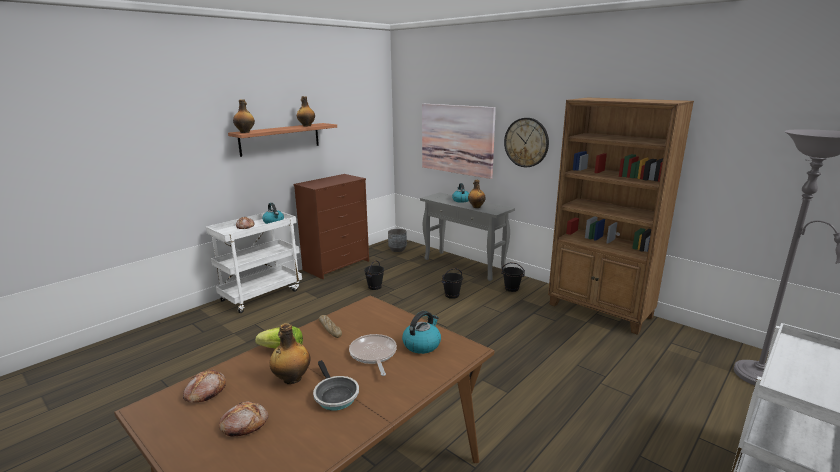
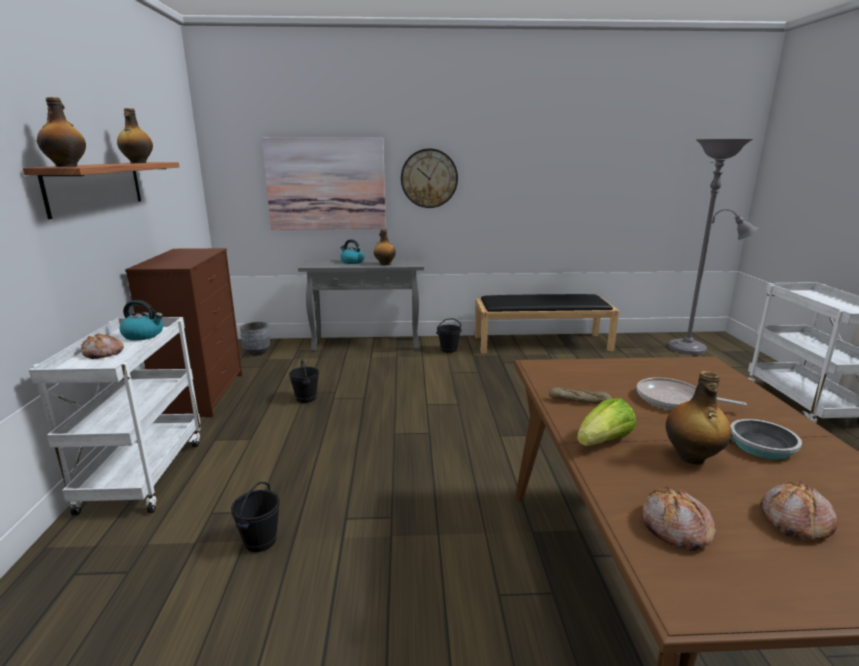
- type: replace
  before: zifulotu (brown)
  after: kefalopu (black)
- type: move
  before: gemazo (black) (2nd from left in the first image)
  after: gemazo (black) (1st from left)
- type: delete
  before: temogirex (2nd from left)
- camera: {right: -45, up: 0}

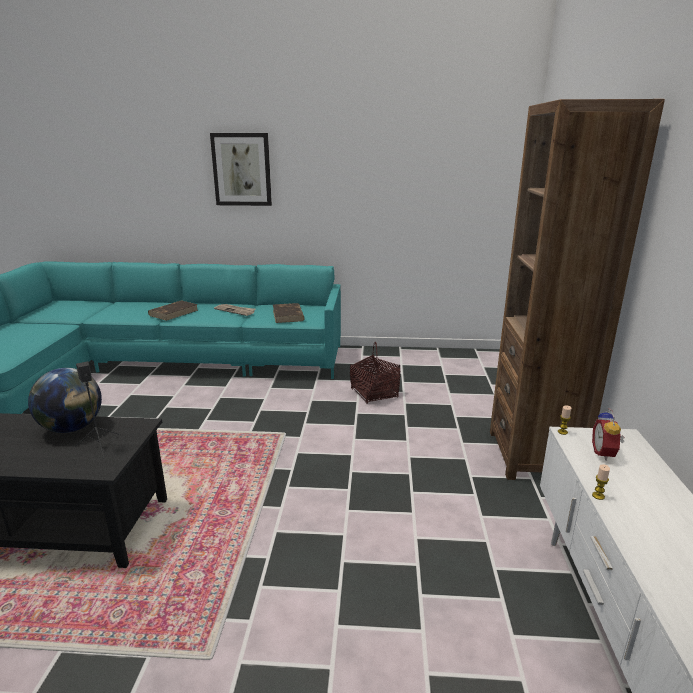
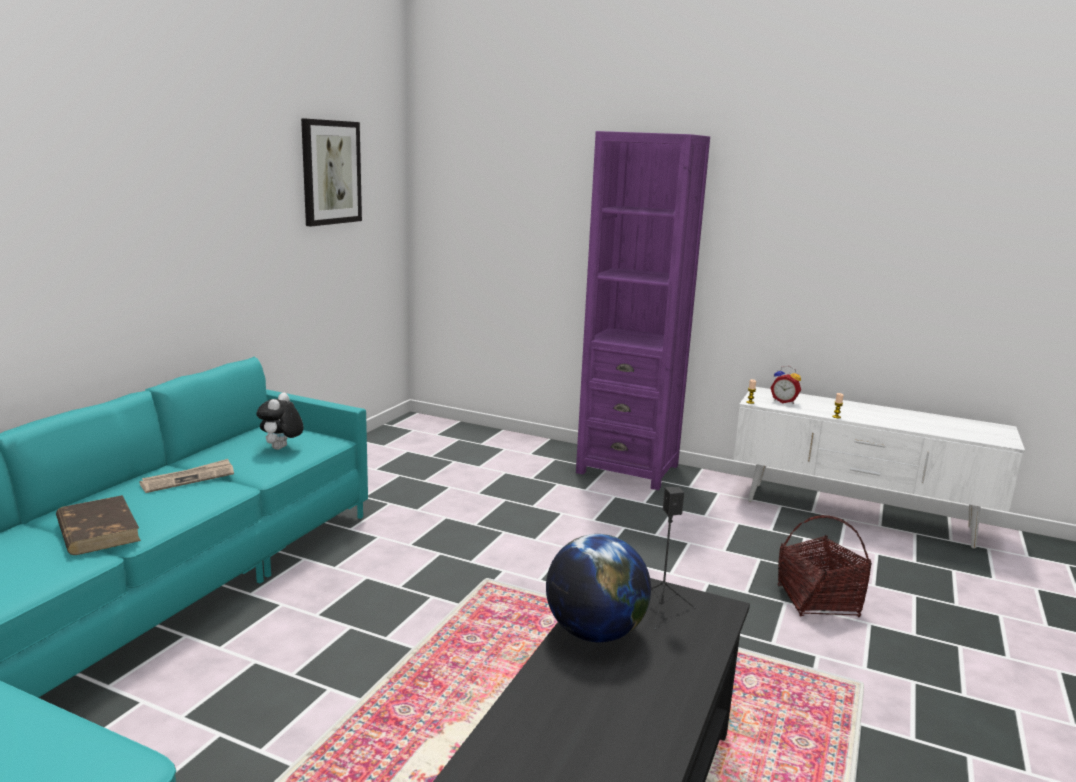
- type: recolor
  before: zifulotu (brown)
  after: zifulotu (purple)
- type: move
  before: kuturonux
- type: replace
  before: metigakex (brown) (2nd from left)
  after: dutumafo
- type: move
  before: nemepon
- camera: {right: -70, up: -5}

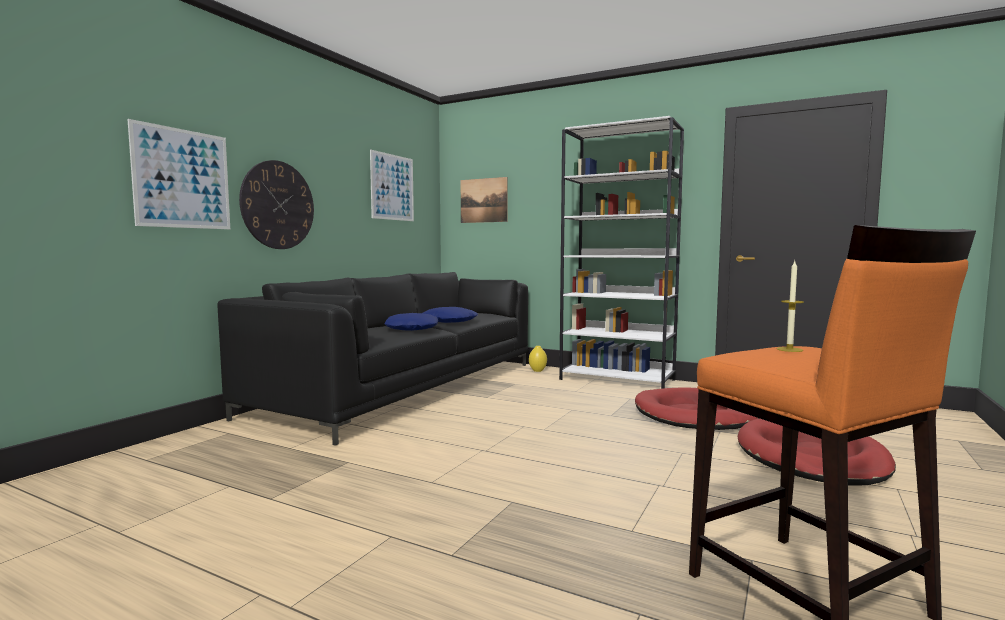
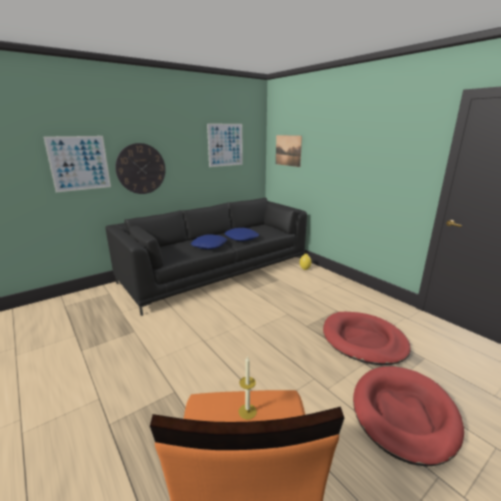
- type: delete
  before: zifulotu (white)
- camera: {right: 25, up: 15}

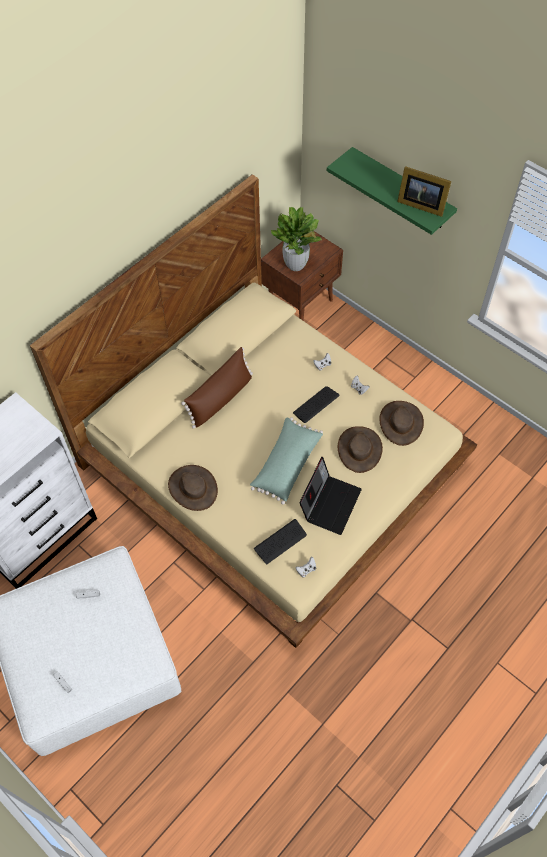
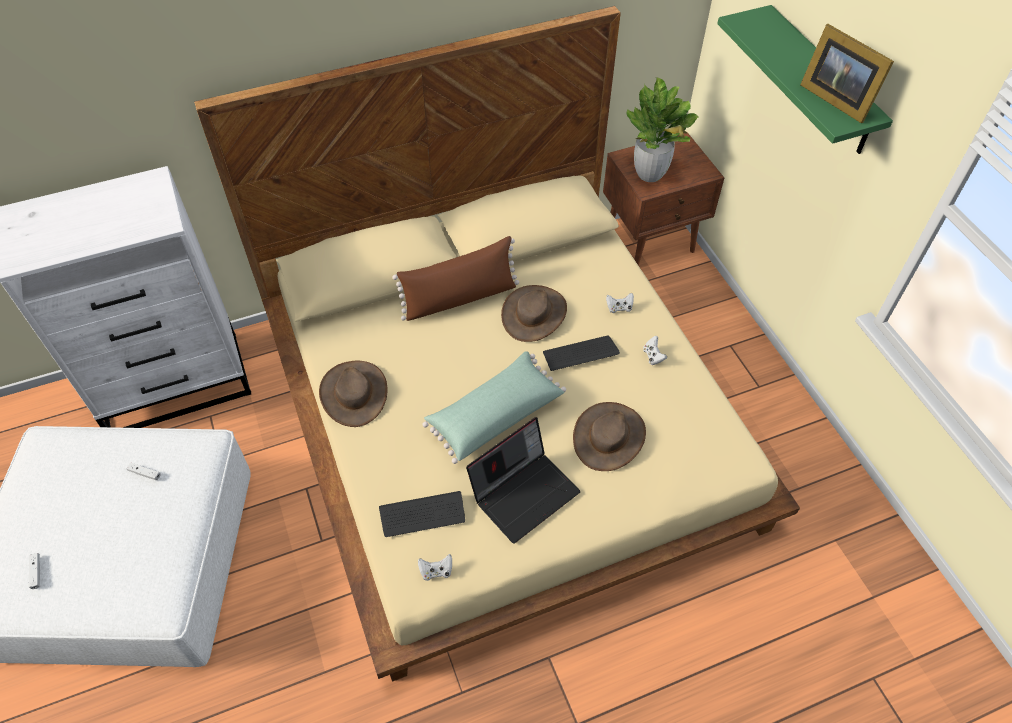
- type: move
  before: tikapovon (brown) (3rd from left in the first image)
  after: tikapovon (brown) (2nd from left)
- camera: {right: 25, up: -5}

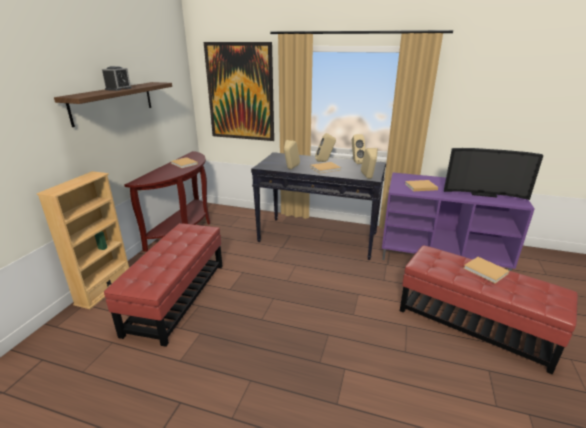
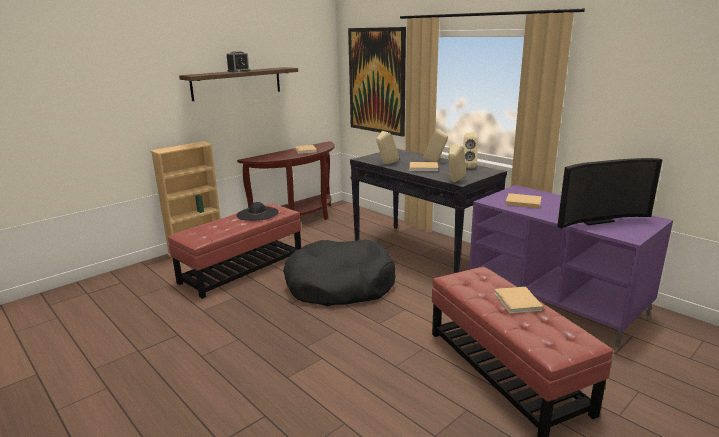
- type: rotate
  before: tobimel
  turn: -60
- type: insert
  after: tikapovon (black)
- type: insert
  after: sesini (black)
- camera: {right: 30, up: -5}

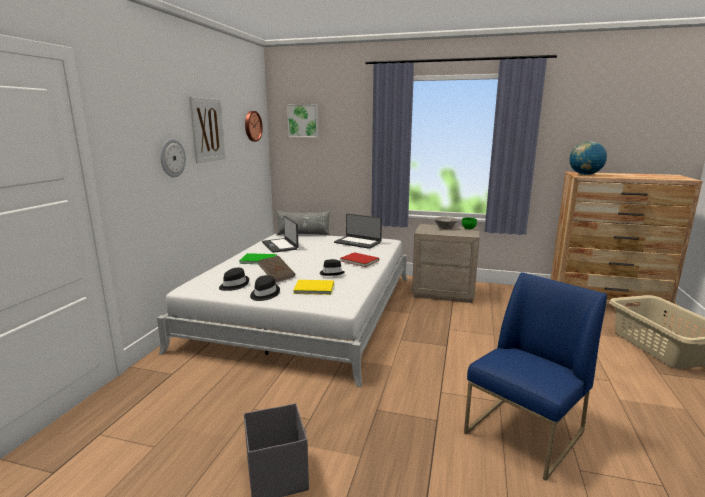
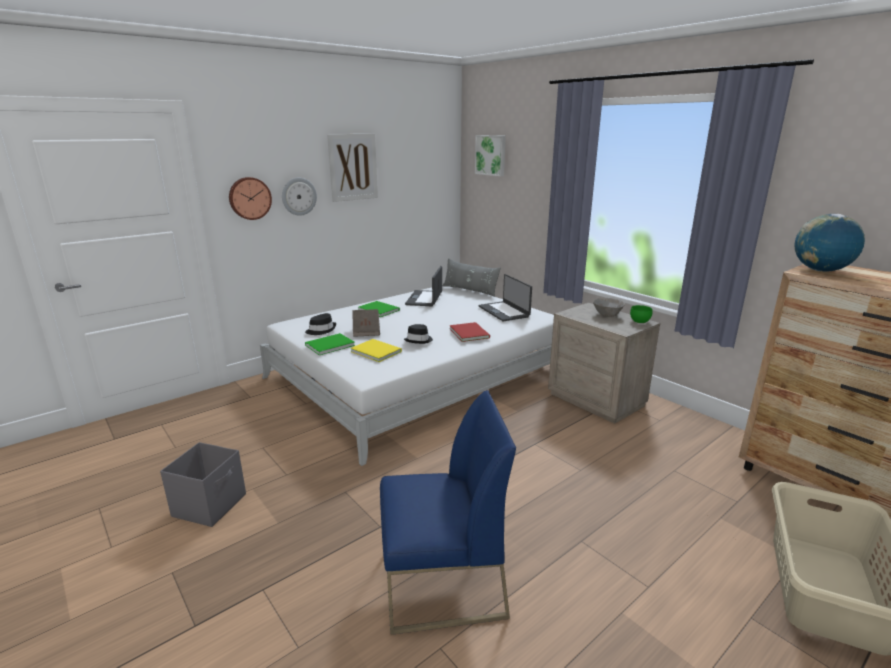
- type: move
  before: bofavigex (2nd from left in the first image)
  after: bofavigex (1st from left)
- type: replace
  before: tikapovon (black) (2nd from left)
  after: metigakex (green) (1st from left)
- camera: {right: 35, up: 5}

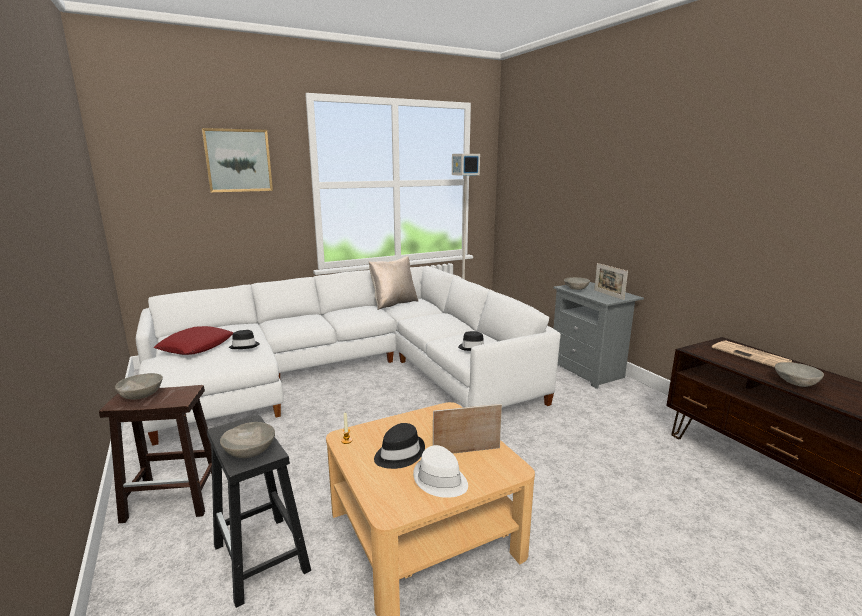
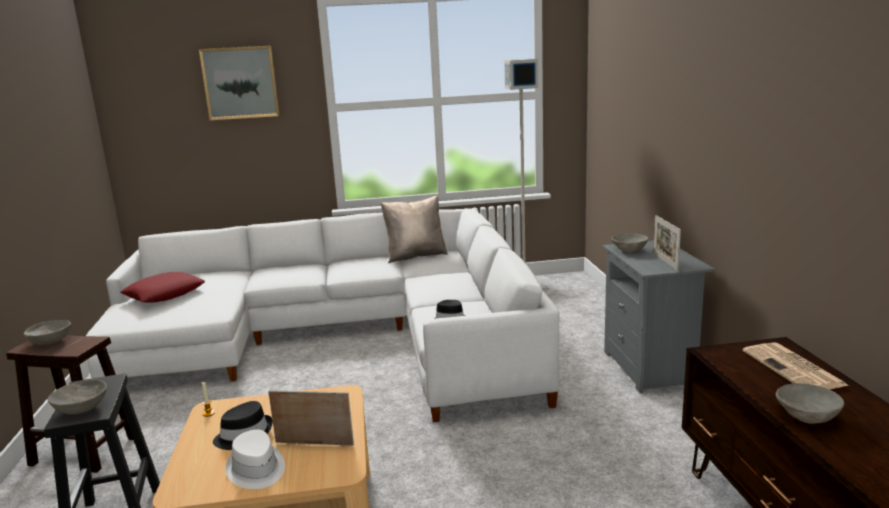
- type: delete
  before: tikapovon (black) (1st from left)
- camera: {right: 20, up: 0}

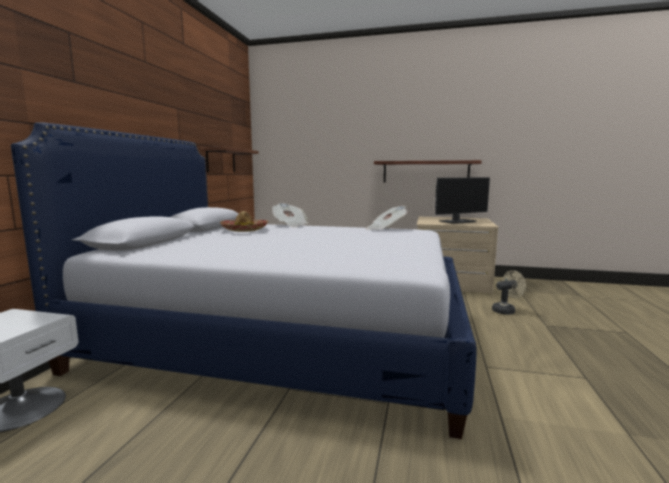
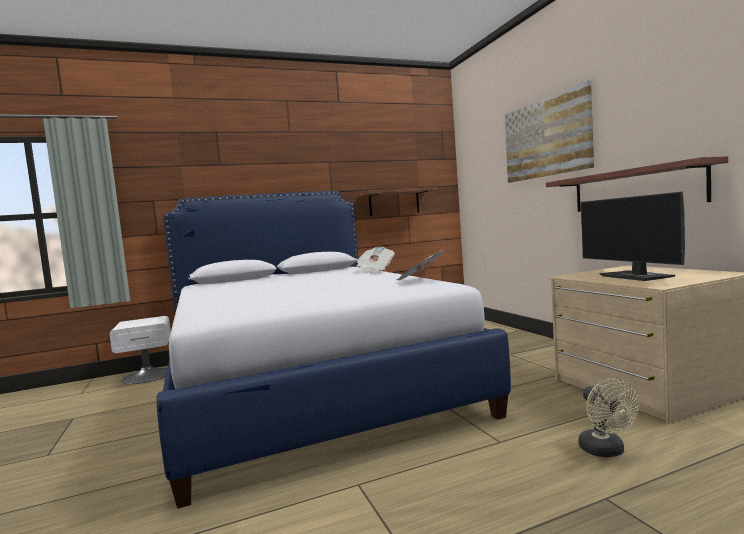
- type: rotate
  before: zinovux
  turn: 45
- type: delete
  before: tikapovon
- type: rotate
  before: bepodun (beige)
  turn: 45
- type: insert
  after: kuturonux
- camera: {right: 55, up: -5}

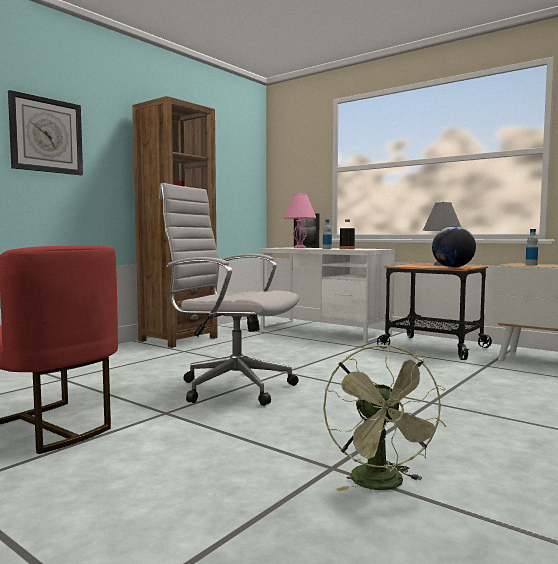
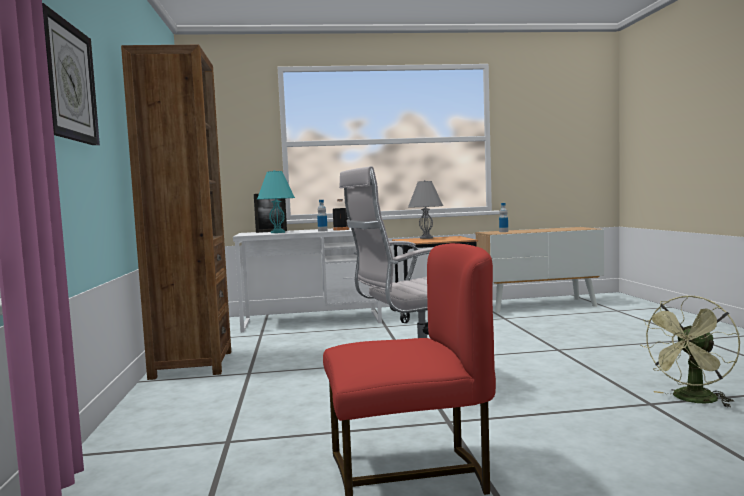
- type: recolor
  before: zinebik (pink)
  after: zinebik (turquoise)
- type: delete
  before: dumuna
- type: rotate
  before: bepodun (green)
  turn: 105
- camera: {right: -45, up: 0}

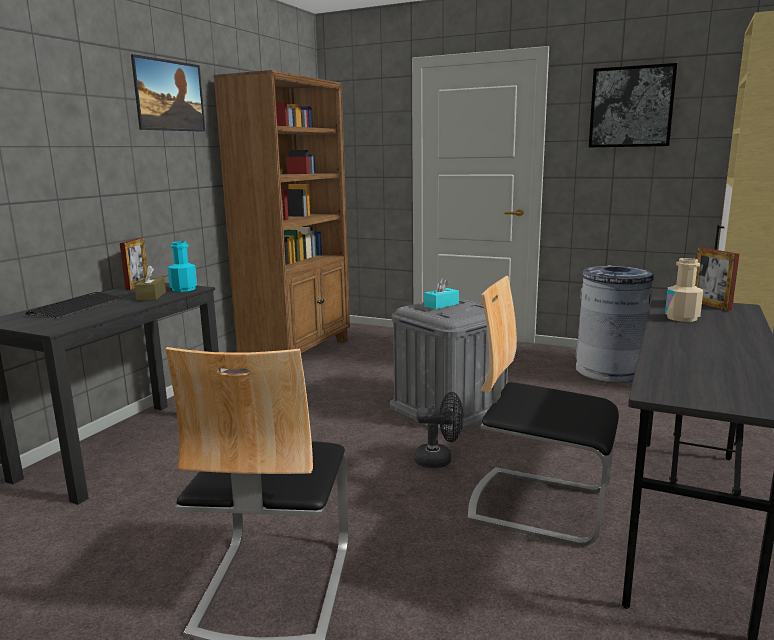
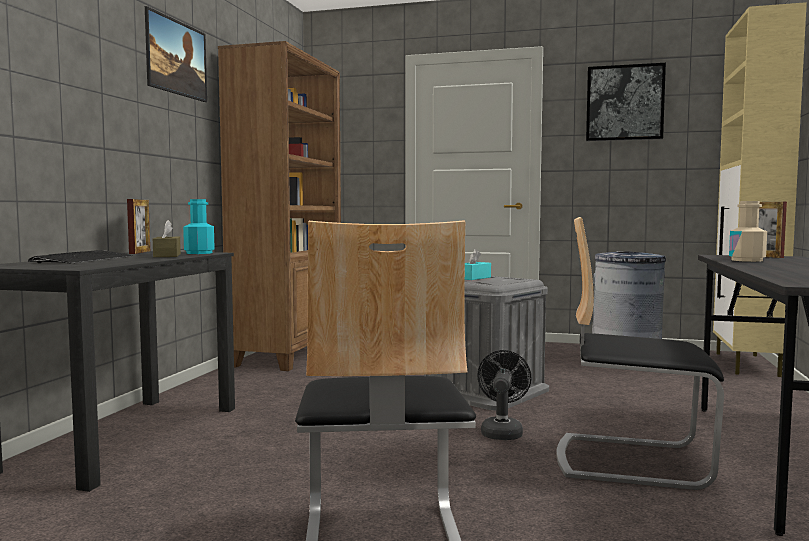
- type: rotate
  before: bepodun (black)
  turn: -75
- camera: {right: -10, up: -10}

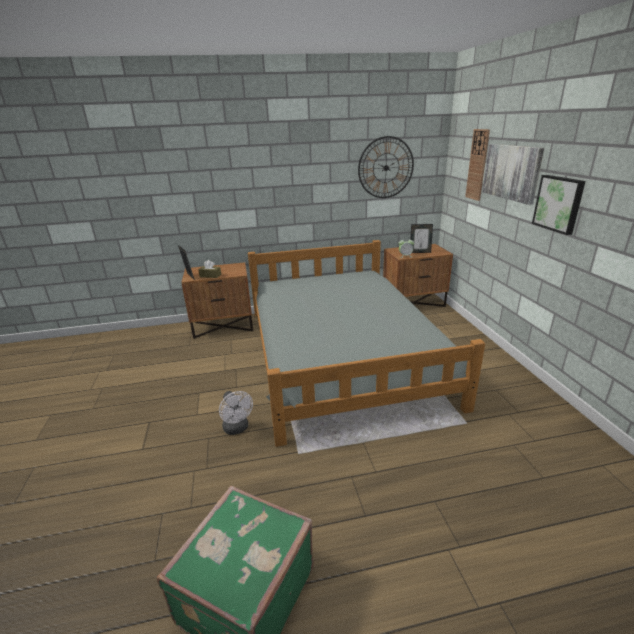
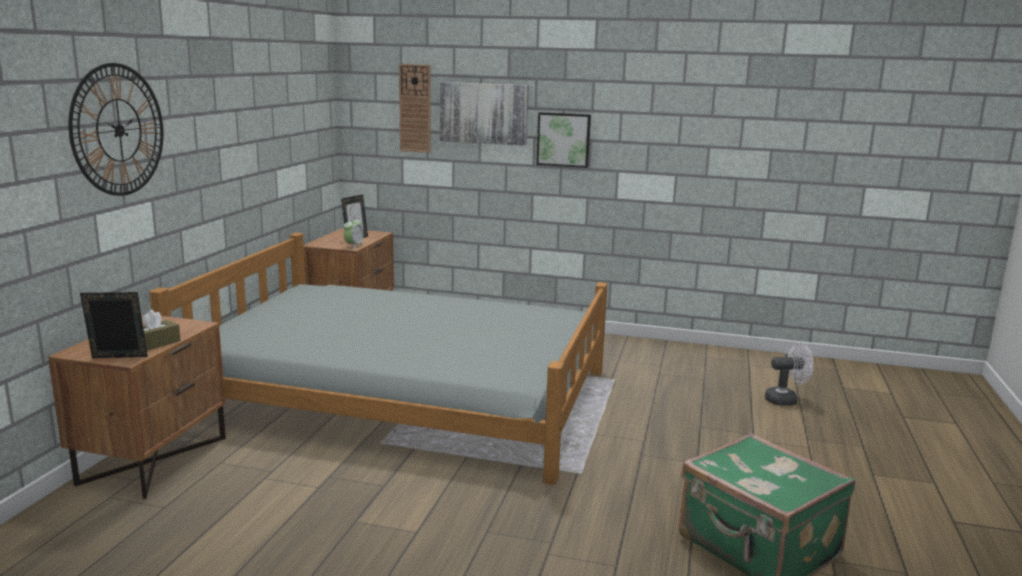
- type: move
  before: bofavigex (1st from left)
- type: move
  before: bepodun (white)
- camera: {right: -65, up: -10}

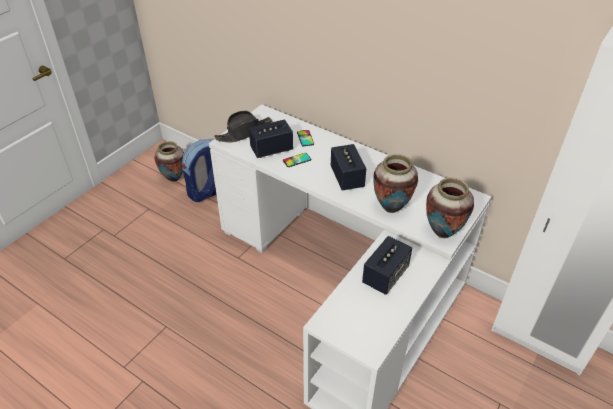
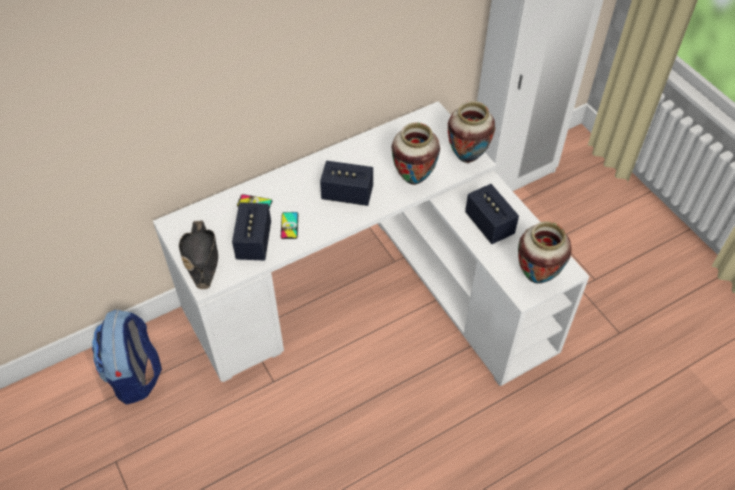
- type: move
  before: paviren (1st from left in the first image)
  after: paviren (3rd from left)
- camera: {right: -65, up: 10}

